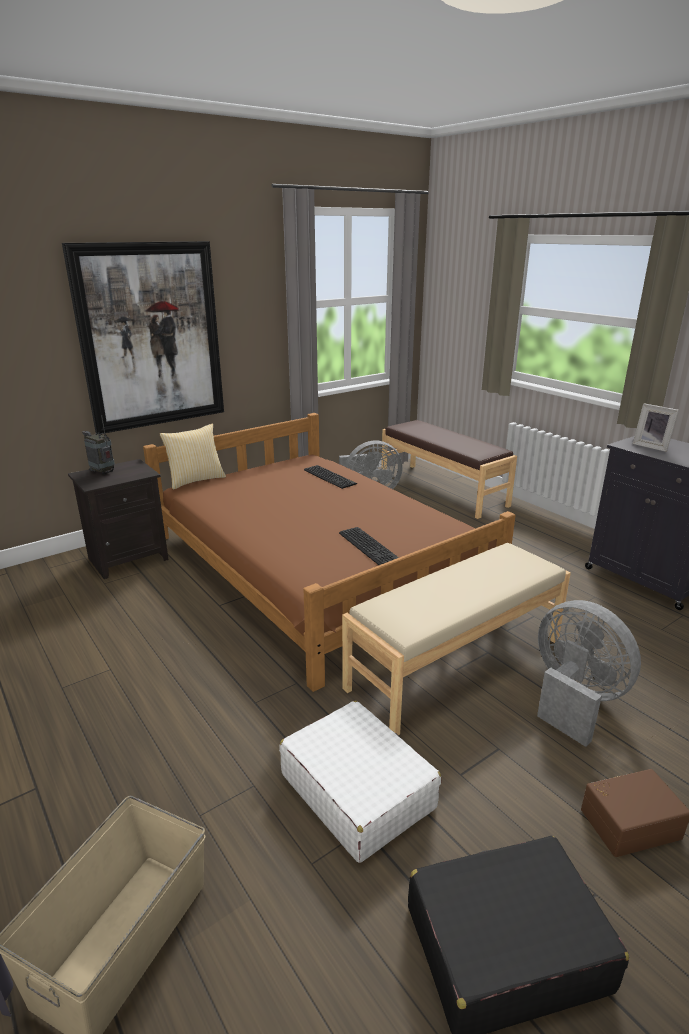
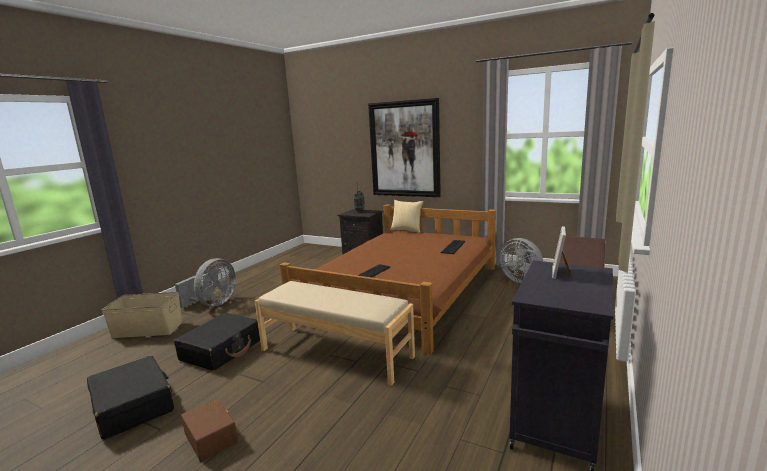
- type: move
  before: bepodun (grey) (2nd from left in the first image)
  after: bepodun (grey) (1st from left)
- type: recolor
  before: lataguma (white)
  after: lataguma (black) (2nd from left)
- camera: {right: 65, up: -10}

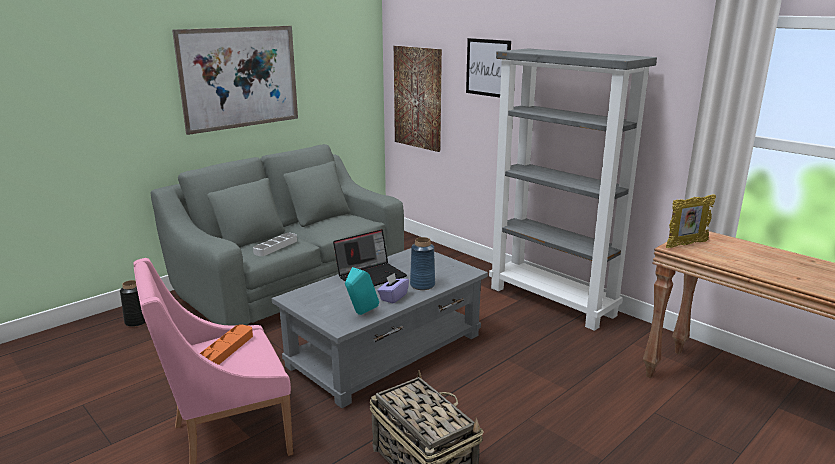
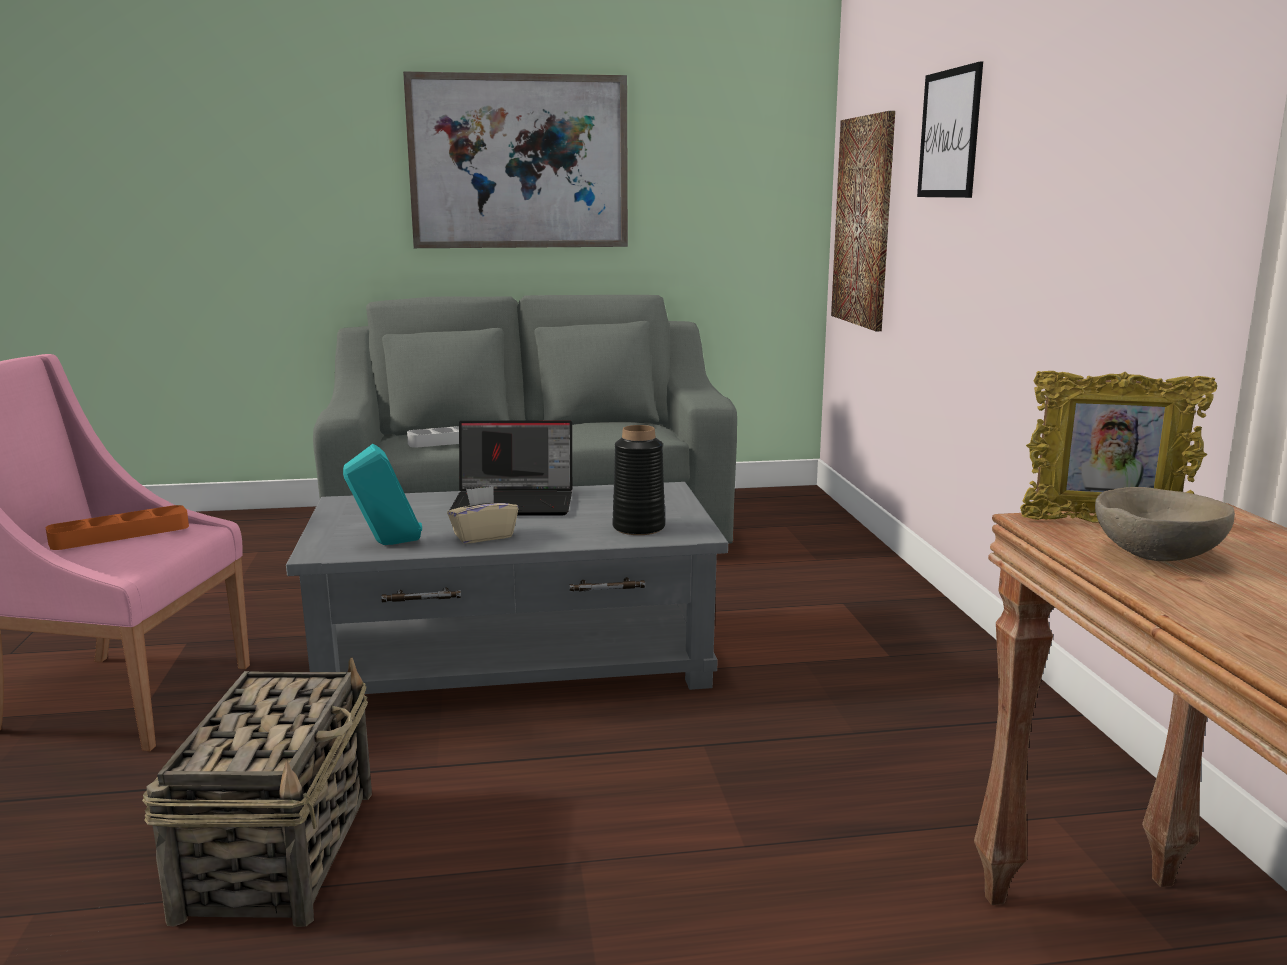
- type: delete
  before: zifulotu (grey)
- type: delete
  before: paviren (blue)
- type: recolor
  before: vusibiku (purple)
  after: vusibiku (beige)
- type: move
  before: paviren (black)
- type: insert
  after: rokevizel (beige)
- camera: {right: 35, up: -5}

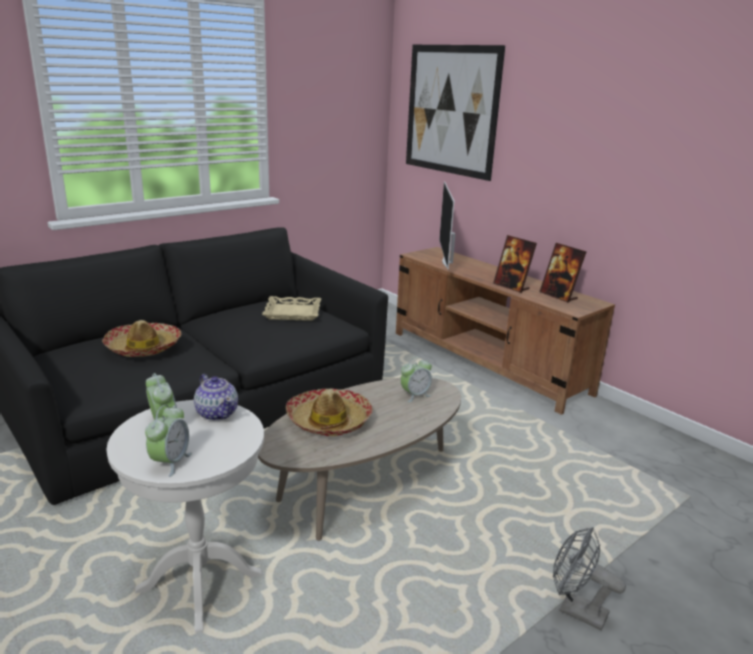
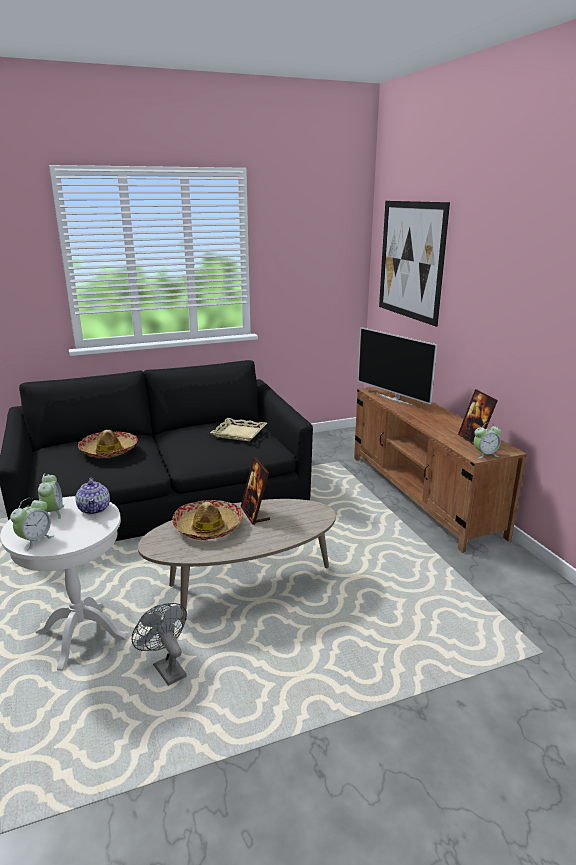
- type: rotate
  before: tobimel
  turn: -60
- type: move
  before: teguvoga (1st from left)
- type: move
  before: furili (3rd from left)
- type: move
  before: bepodun (grey)
- camera: {right: 20, up: 0}

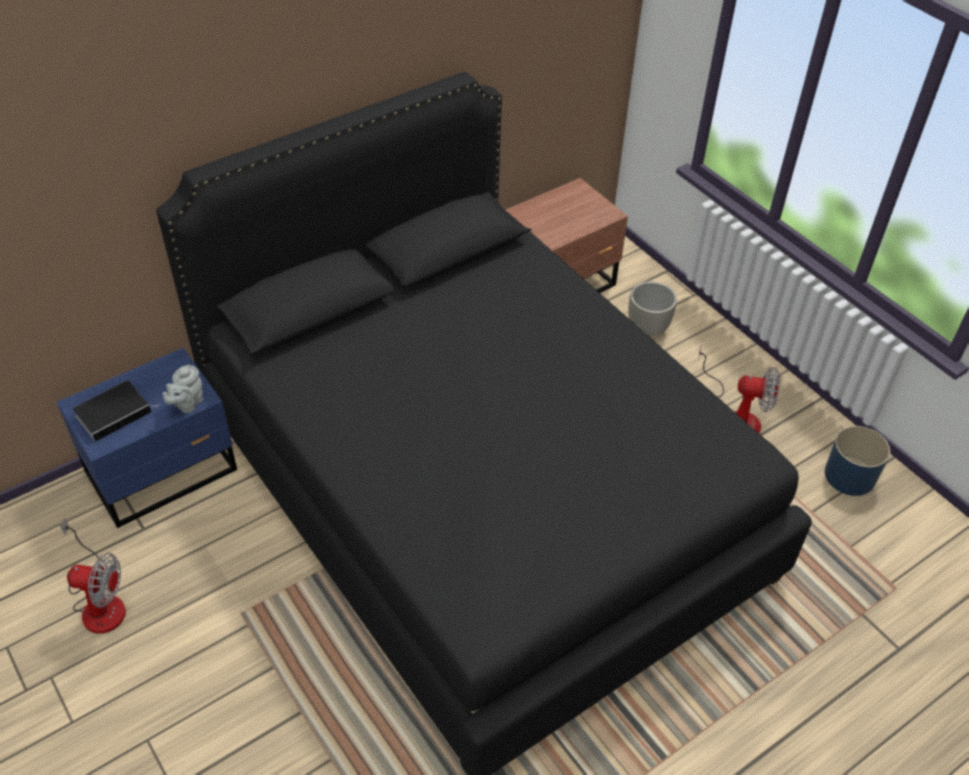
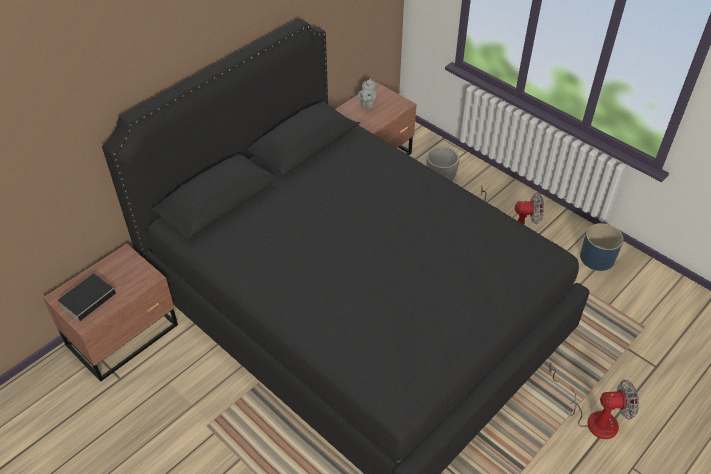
- type: recolor
  before: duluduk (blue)
  after: duluduk (brown) (1st from left)
- type: move
  before: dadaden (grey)
- type: move
  before: bepodun (1st from left in the first image)
  after: bepodun (2nd from left)
- camera: {right: -10, up: 0}

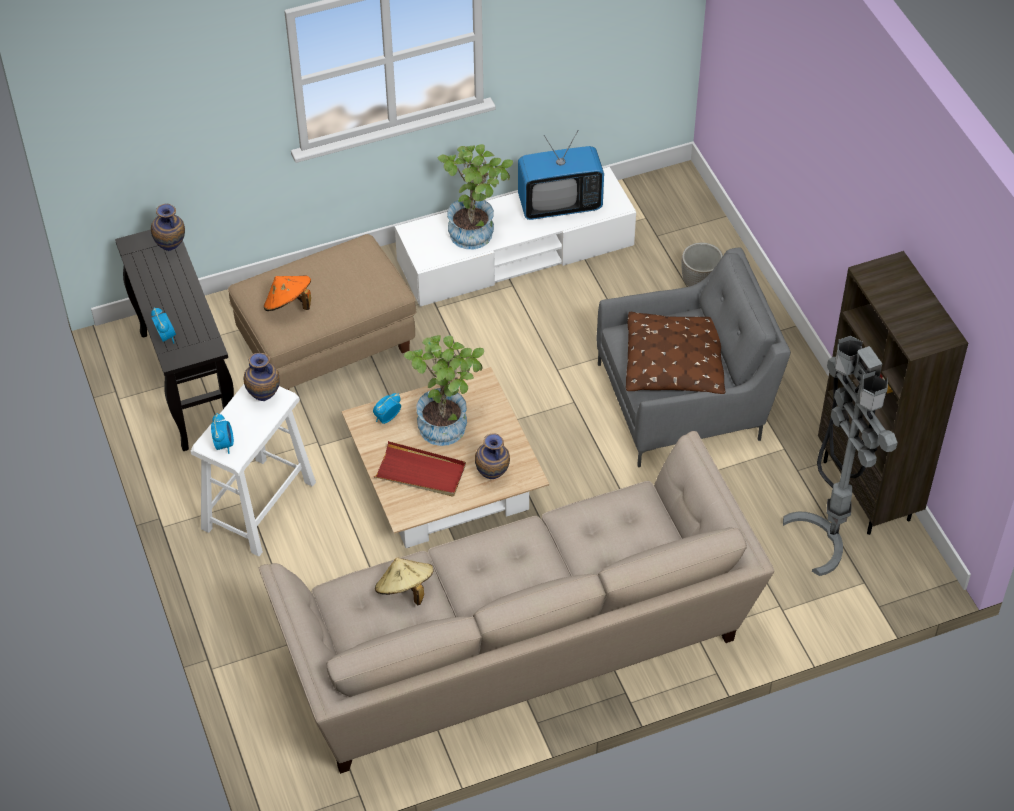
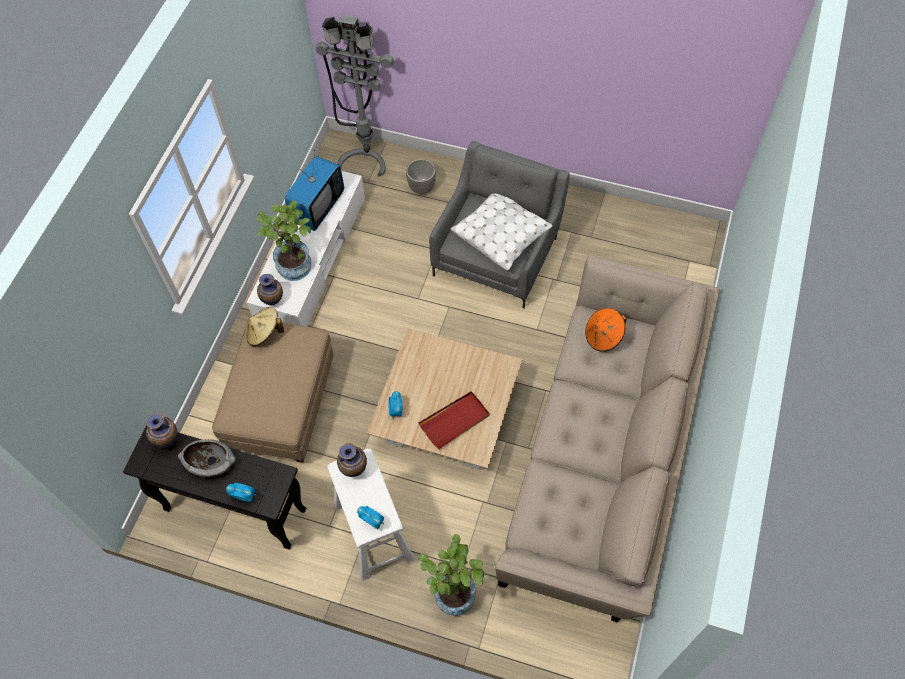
- type: delete
  before: zifulotu (brown)
- type: move
  before: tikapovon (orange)
- type: recolor
  before: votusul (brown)
  after: votusul (white)
- type: move
  before: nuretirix (1st from left in the first image)
  after: nuretirix (2nd from left)
- type: move
  before: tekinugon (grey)
- type: move
  before: paviren (3rd from left in the first image)
  after: paviren (2nd from left)
- type: move
  before: tikapovon (beige)
- type: insert
  after: rokevizel (grey)
- camera: {right: -50, up: 10}

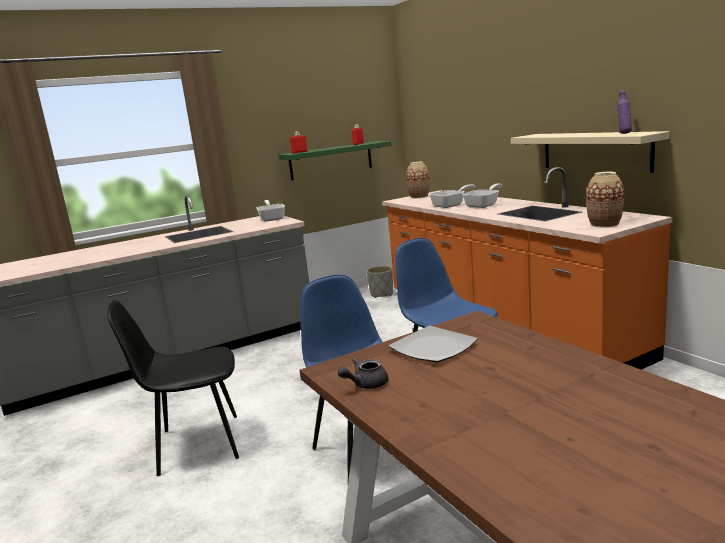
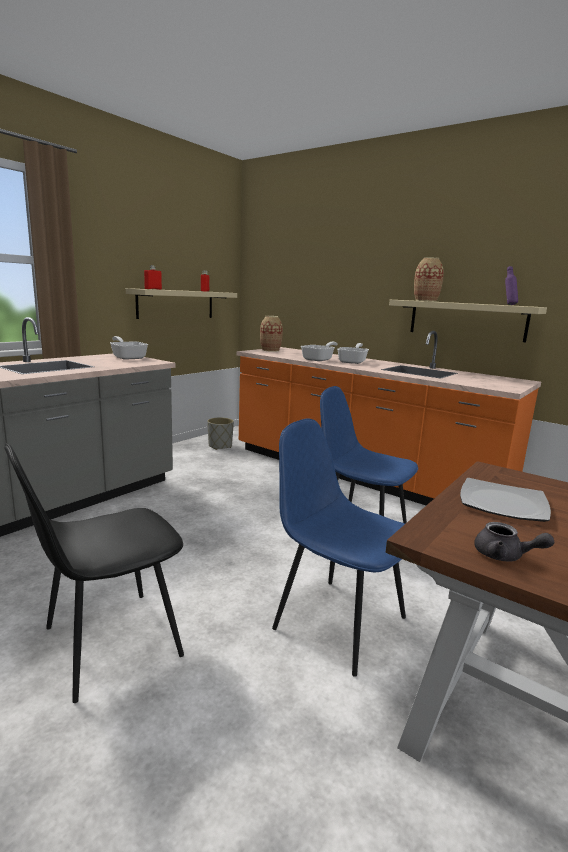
- type: recolor
  before: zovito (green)
  after: zovito (beige) (1st from left)
- type: move
  before: paviren (2nd from left)
- type: rotate
  before: dadaden (grey)
  turn: -90
- camera: {right: -25, up: 0}

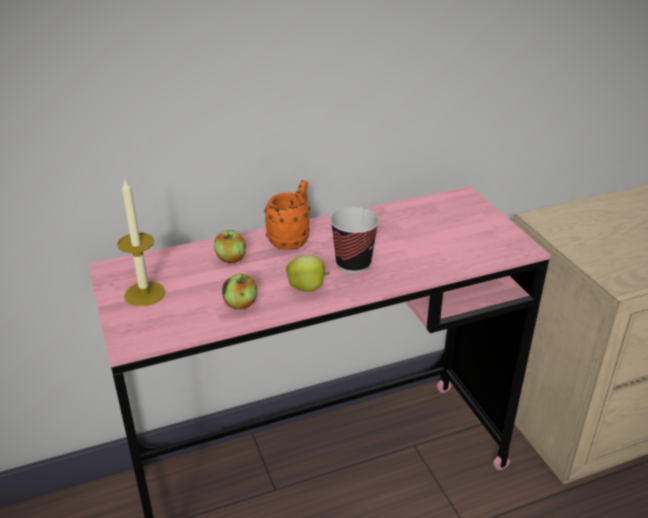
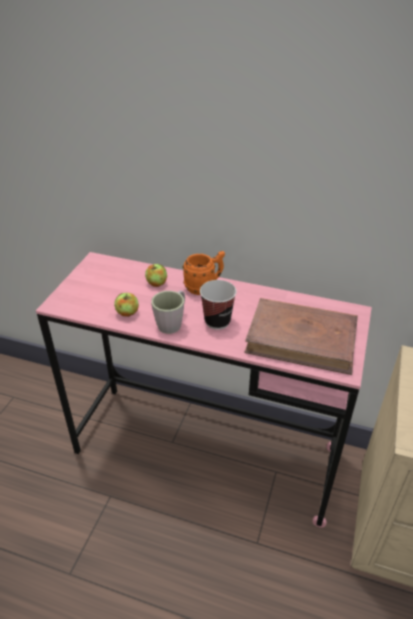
- type: delete
  before: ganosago
- type: replace
  before: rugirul (3rd from left)
  after: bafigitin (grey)
- type: insert
  after: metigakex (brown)
- camera: {right: 40, up: 5}

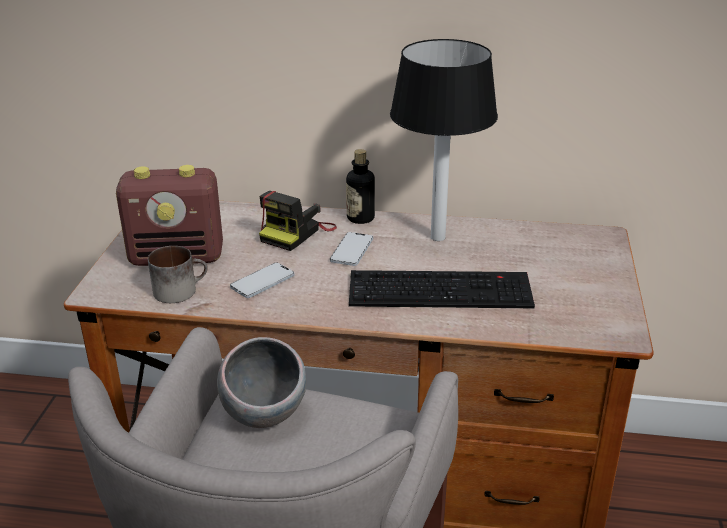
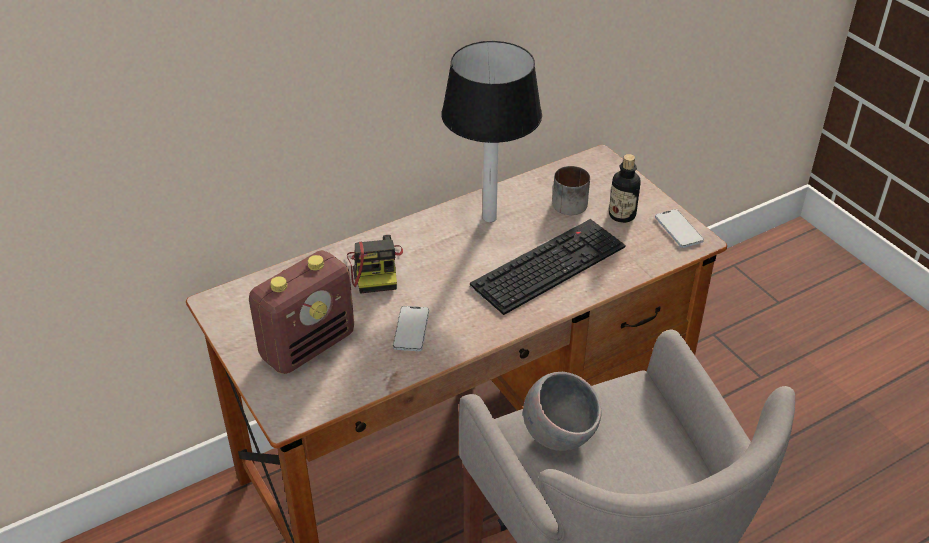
- type: move
  before: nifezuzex
- type: move
  before: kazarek (2nd from left)
- type: move
  before: bafigitin
- camera: {right: -40, up: 10}

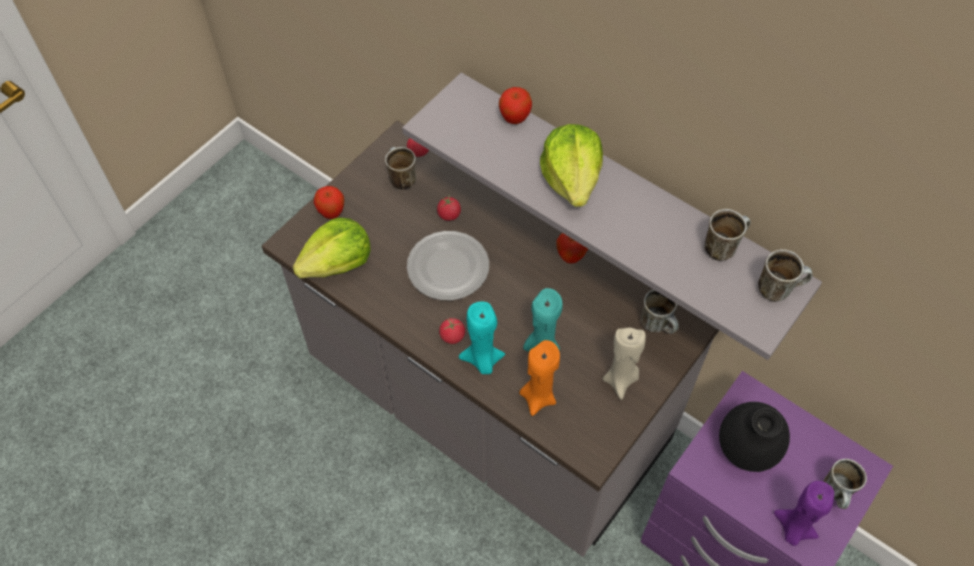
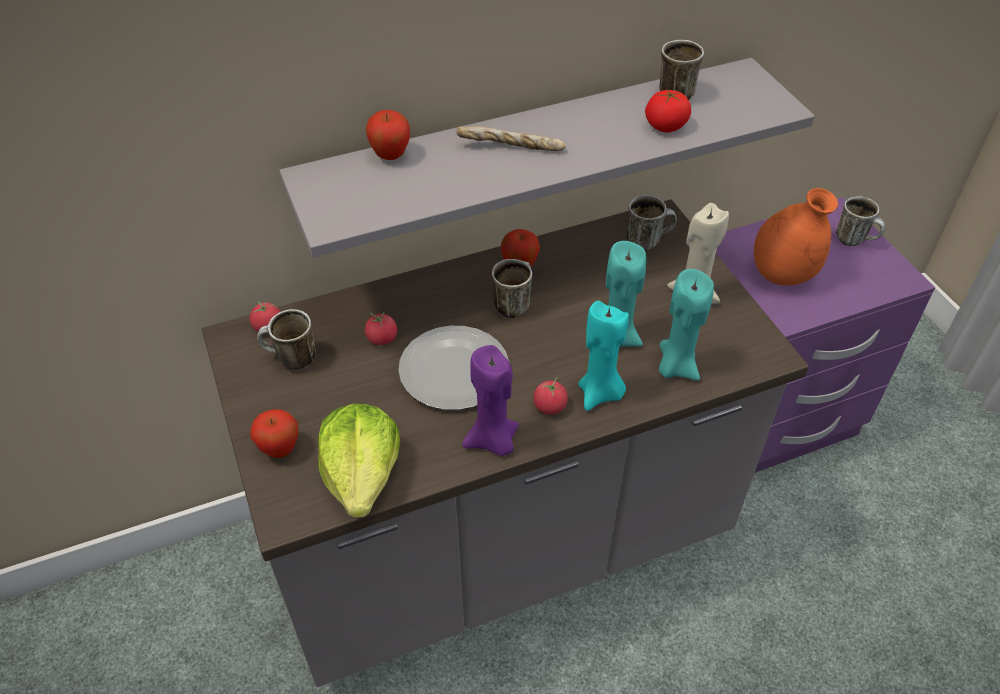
- type: replace
  before: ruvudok (2nd from left)
  after: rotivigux
- type: move
  before: bafigitin (4th from left in the first image)
  after: bafigitin (2nd from left)
- type: recolor
  before: ganosago (orange)
  after: ganosago (turquoise) (3rd from left)
- type: recolor
  before: paviren (black)
  after: paviren (orange)
- type: move
  before: ganosago (purple)
- type: insert
  after: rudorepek (4th from left)
- camera: {right: -60, up: -10}

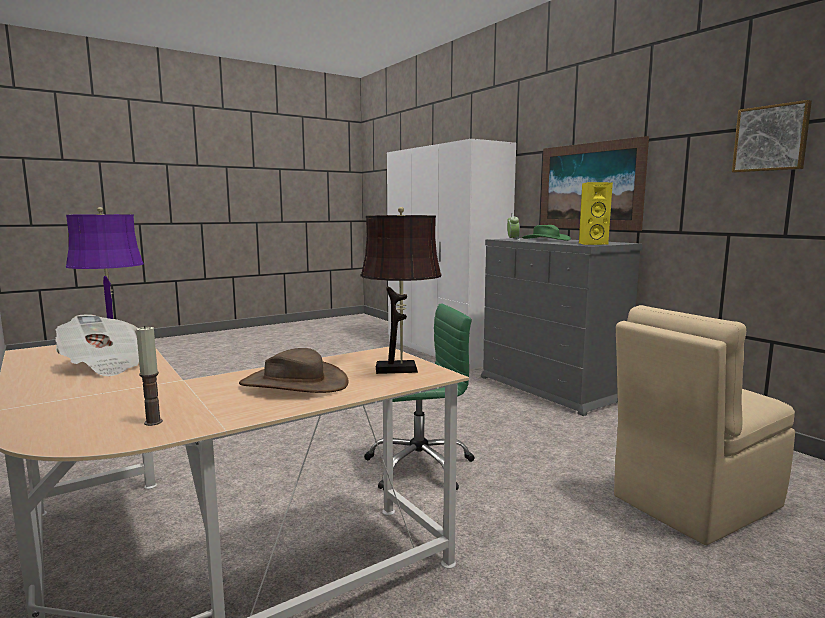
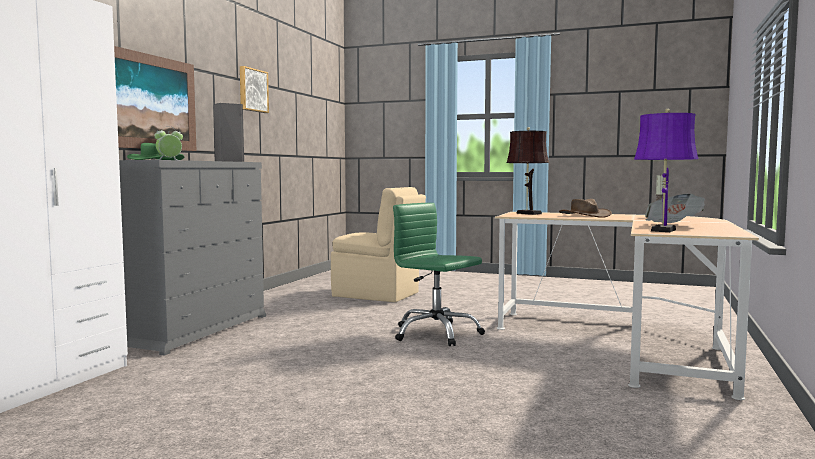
- type: recolor
  before: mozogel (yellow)
  after: mozogel (grey)
- camera: {right: -125, up: -5}

